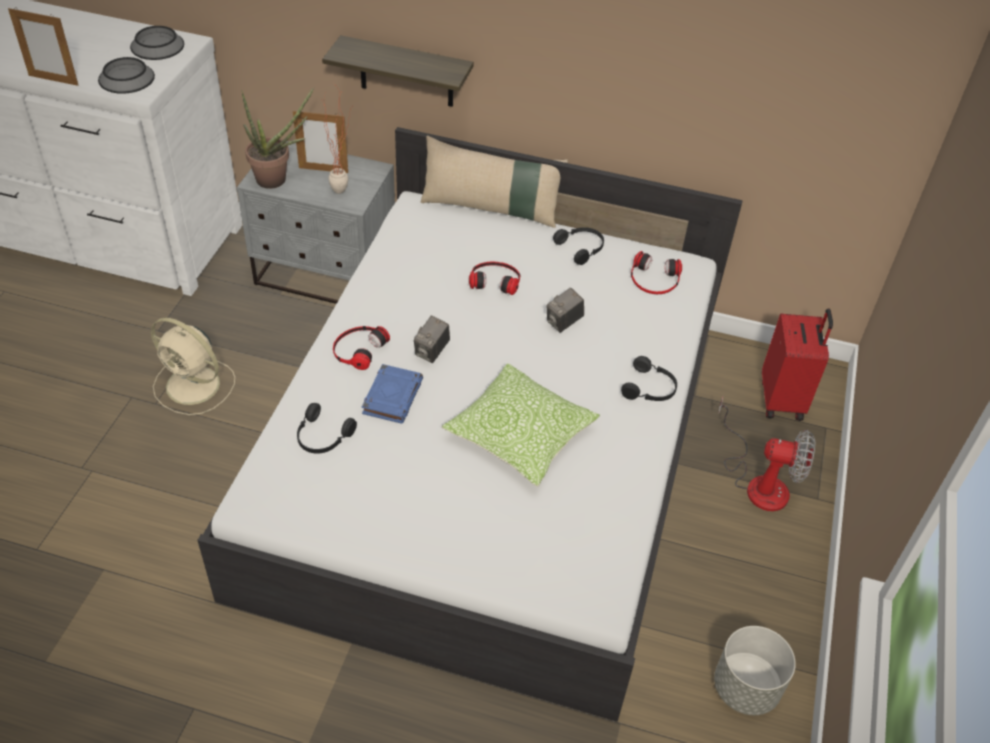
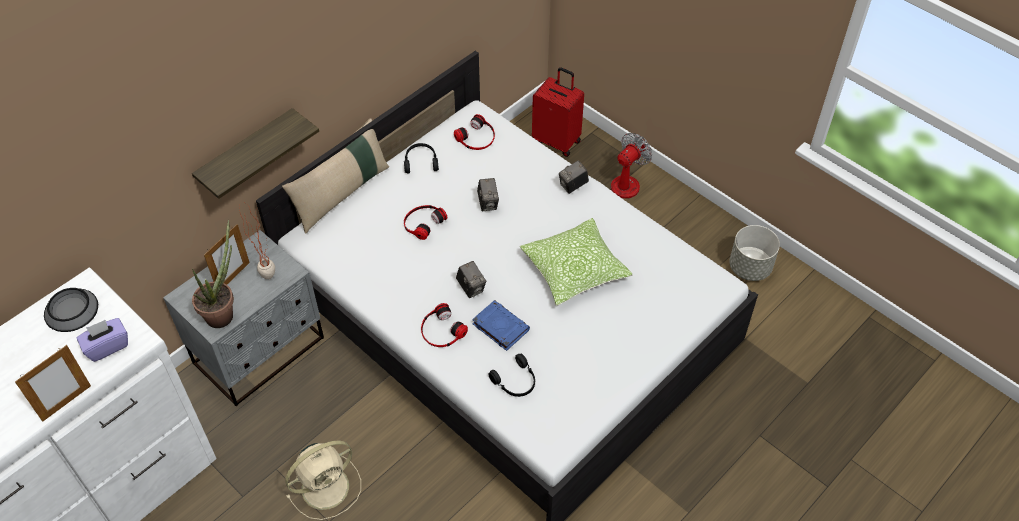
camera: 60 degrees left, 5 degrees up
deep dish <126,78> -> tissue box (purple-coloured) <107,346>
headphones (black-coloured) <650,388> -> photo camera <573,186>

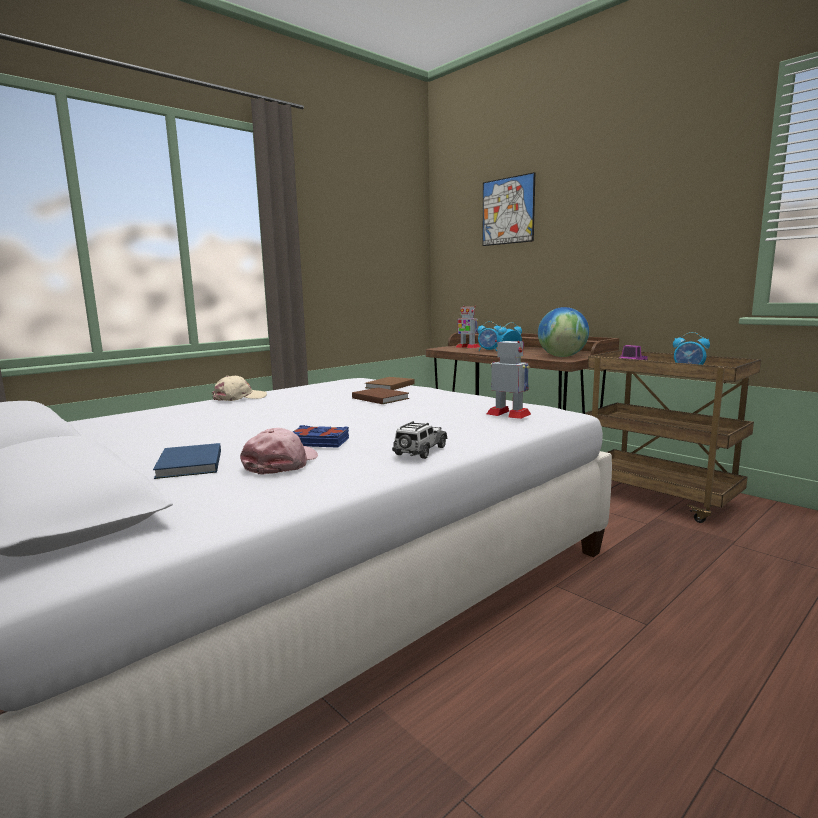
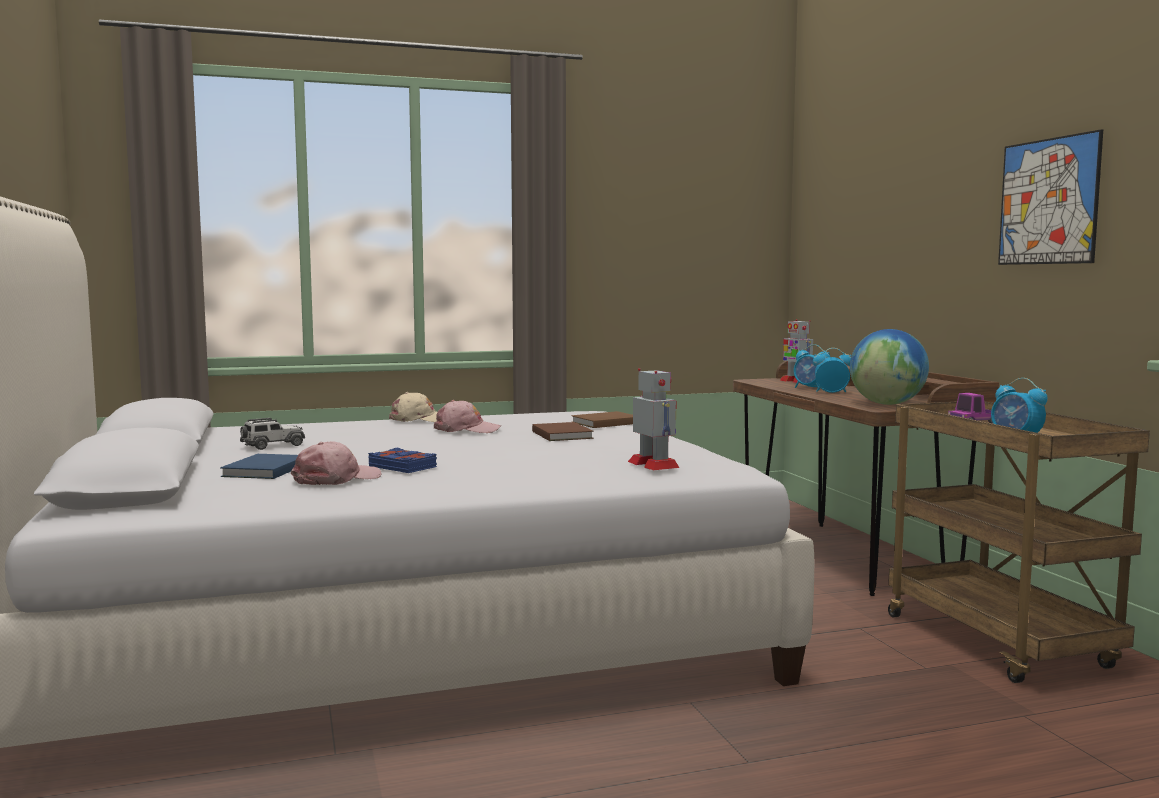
camera: 25 degrees right, 5 degrees down
wall picture <508,211> -> wall picture <1048,201>, move
model car <420,451> -> model car <273,446>, move
none -> baseball cap (pinkish) <466,430>

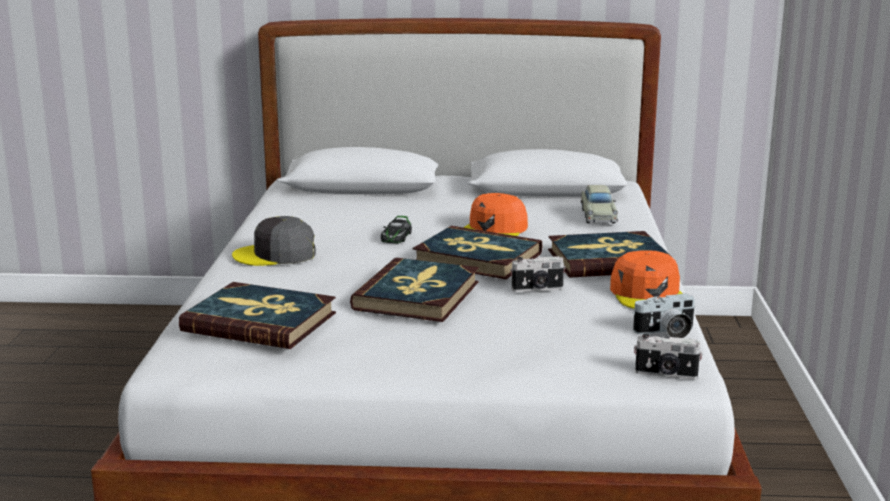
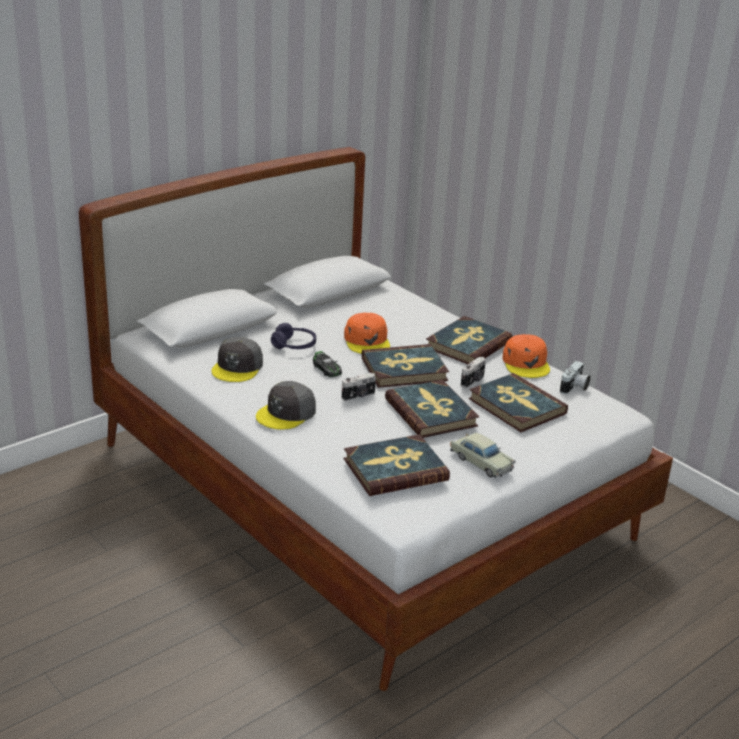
camera: 45 degrees left, 10 degrees up
model car (sand-coloured) <598,215> -> model car (sand-coloured) <481,462>, move
baseball cap (orange-coloured) <648,294> -> baseball cap (orange-coloured) <526,363>, 45 degrees clockwise
photo camera <666,374> -> photo camera <358,396>, move
none -> headphones (purple-coloured) <294,345>
none -> baseball cap (greyish) <238,367>
none -> bound book <516,406>

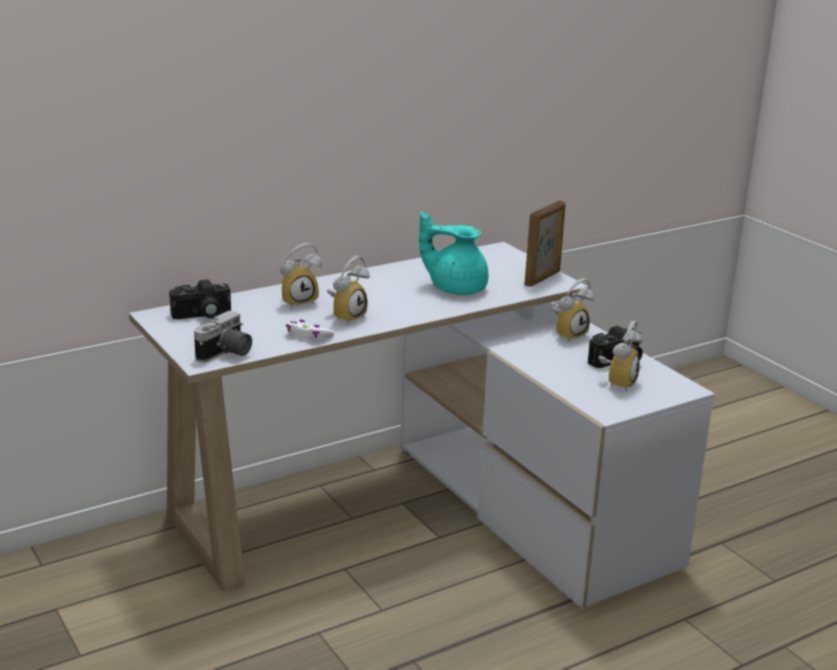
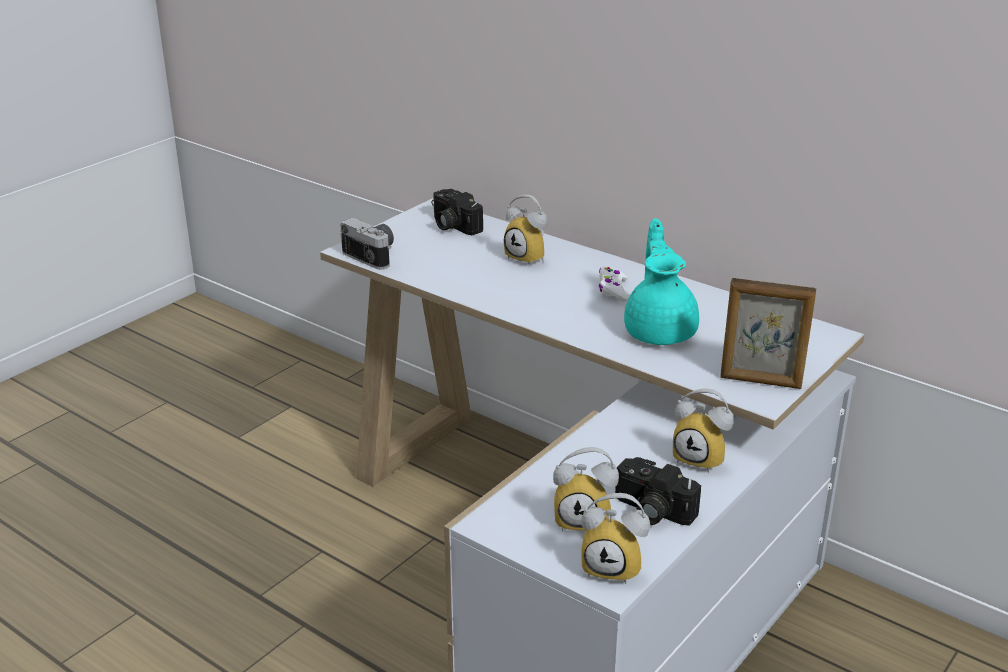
camera: 70 degrees right, 5 degrees up
alarm clock <346,316> -> alarm clock <614,567>, move
photo camera <226,354> -> photo camera <374,255>, 150 degrees counterclockwise
joypad (white-coloured) <308,336> -> joypad (white-coloured) <613,290>, move

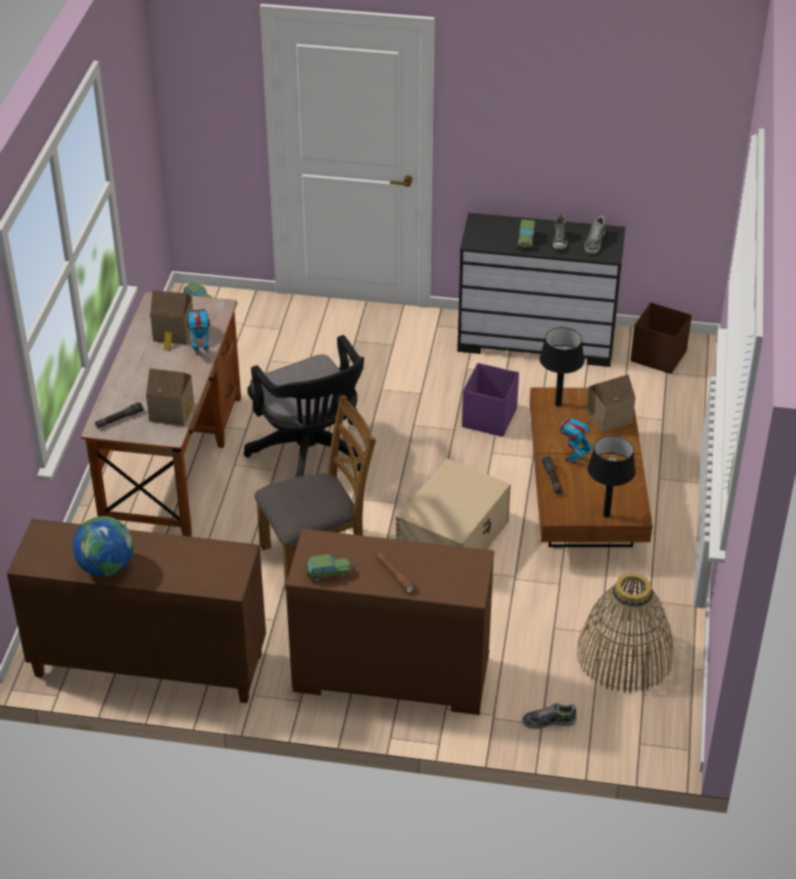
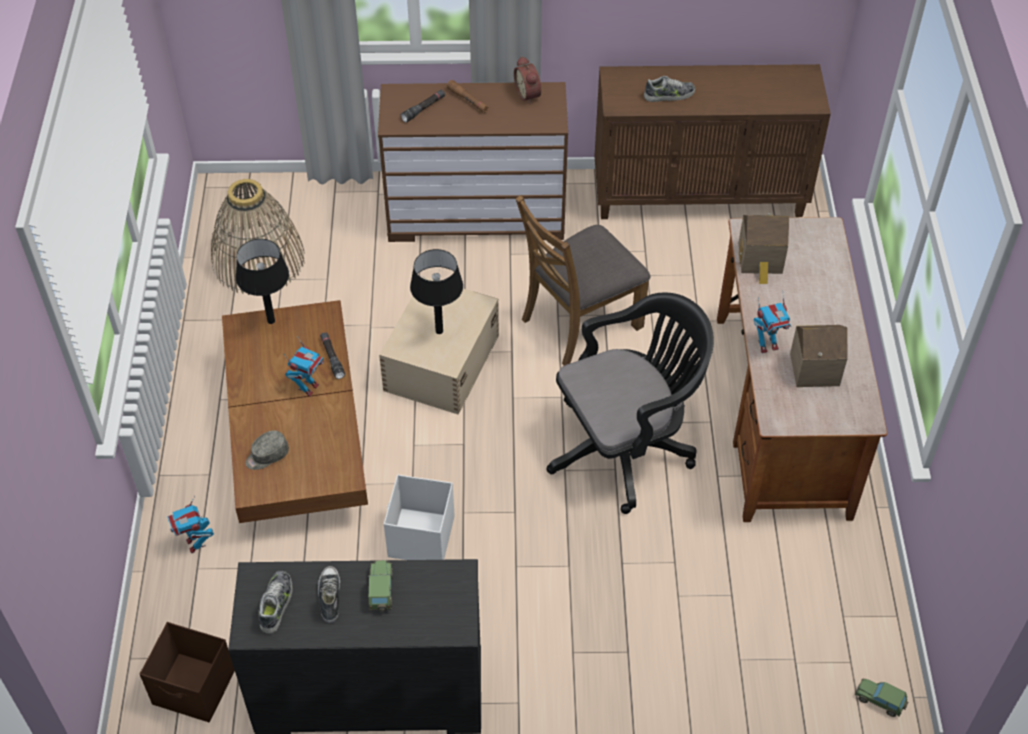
camera: 170 degrees right, 10 degrees up
tabletop lamp (black-coloured) <558,404> -> tabletop lamp (black-coloured) <439,331>, move
desk chair (black-coloured) <311,455> -> desk chair (black-coloured) <626,448>, 105 degrees clockwise
storage container (purple-coloured) <490,418> -> storage container (white-coloured) <420,538>
model house <607,416> -> baseball cap (greyish) <267,456>
flashlight (black-coloured) <119,419> -> flashlight (black-coloured) <423,109>, move
desk globe <106,567> -> none
model car <328,574> -> alarm clock <529,94>
low shoe <549,721> -> low shoe <669,95>, move
none -> toy robot <195,544>

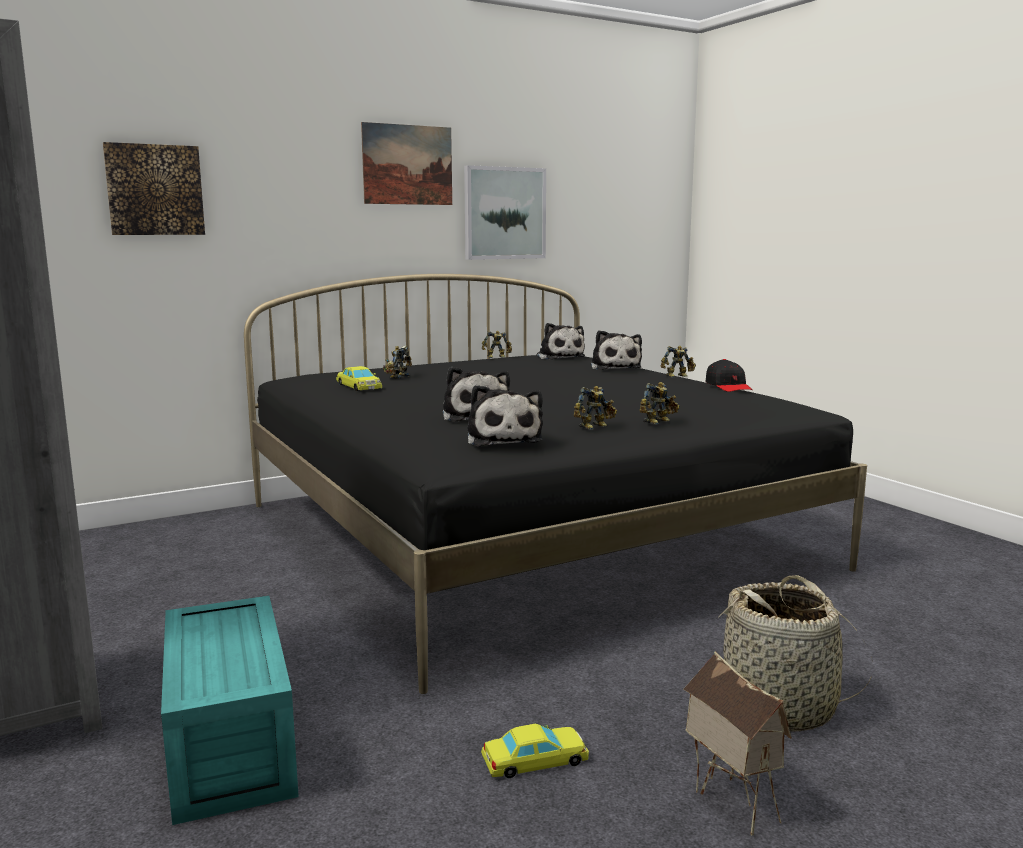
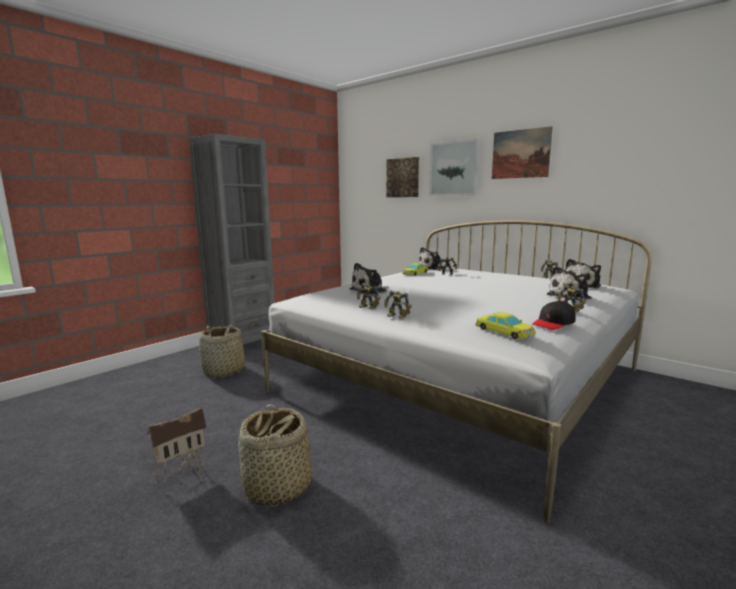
camera: 70 degrees right, 0 degrees up
wall picture <504,213> -> wall picture <453,169>, move
bedroom bed (black-coloured) <524,534> -> bedroom bed (white-coloured) <460,380>
soft toy <503,439> -> soft toy <432,268>, move
storage container (blue-green) <234,745> -> storage basket <224,371>
model car (yellow-coloured) <535,759> -> model car (yellow-coloured) <504,331>, move

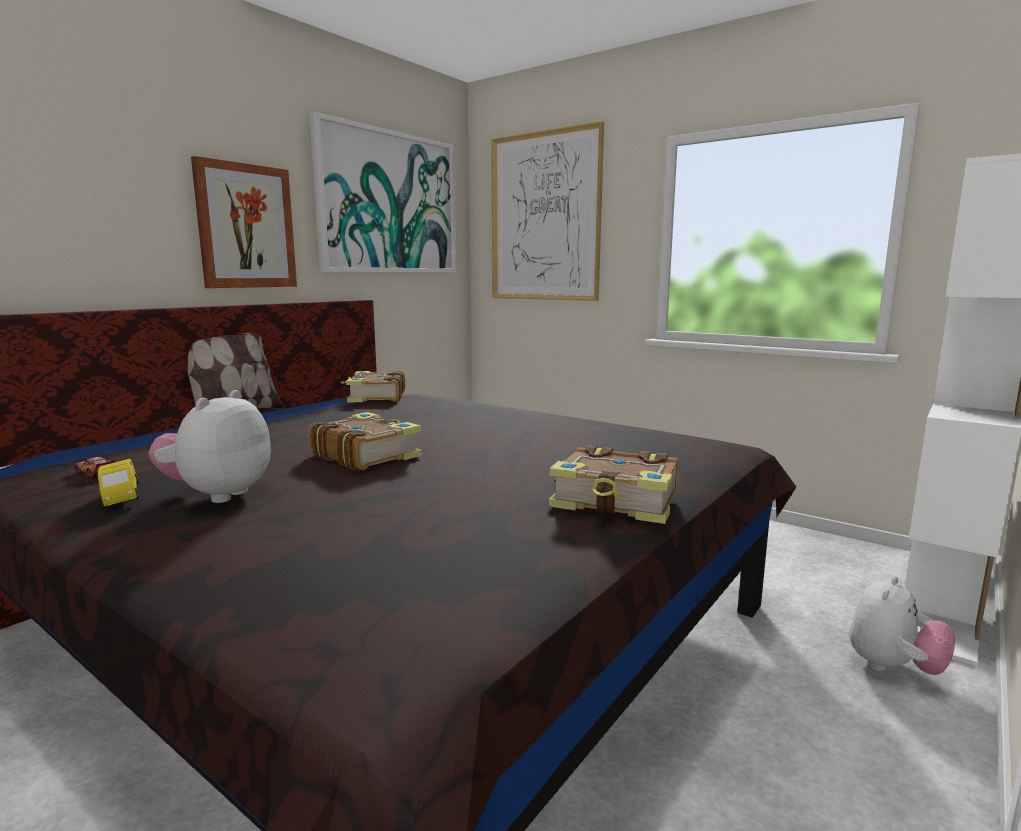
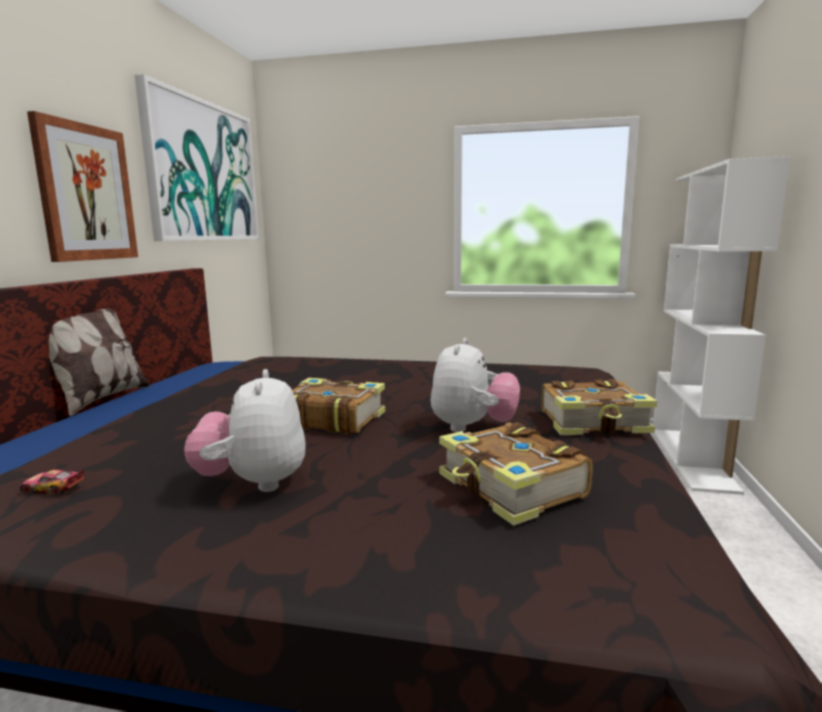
camera: 25 degrees left, 0 degrees up
wall picture <544,217> -> none
bound book <375,397> -> bound book <511,488>, move
model car (yellow-coloured) <120,498> -> none
soft toy <893,668> -> soft toy <472,428>, move

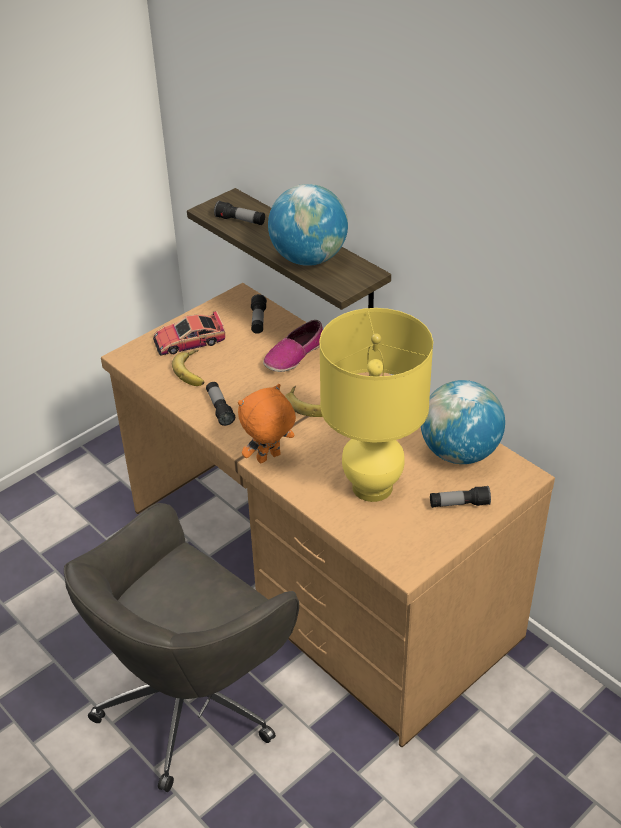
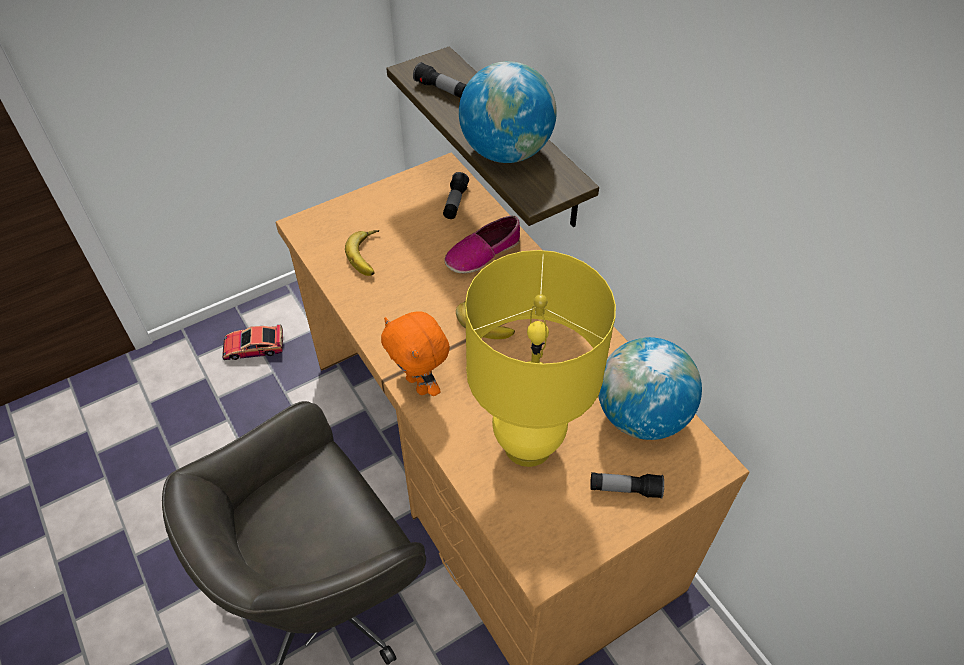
camera: 10 degrees right, 10 degrees up
model car <189,341> -> model car <253,347>, move
flashlight <220,409> -> none
soft toy (orange-coloured) <269,458> -> soft toy (orange-coloured) <420,384>, 105 degrees counterclockwise

